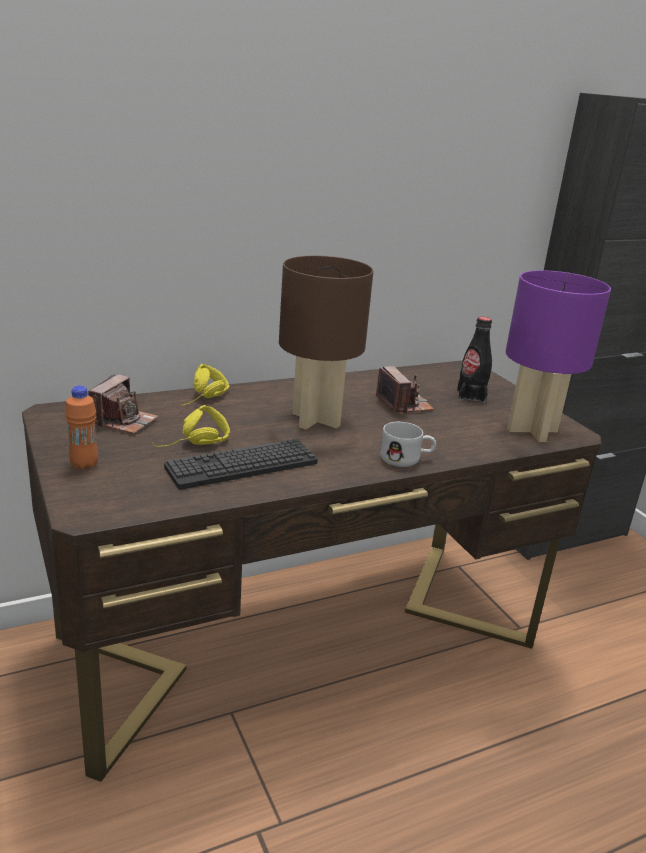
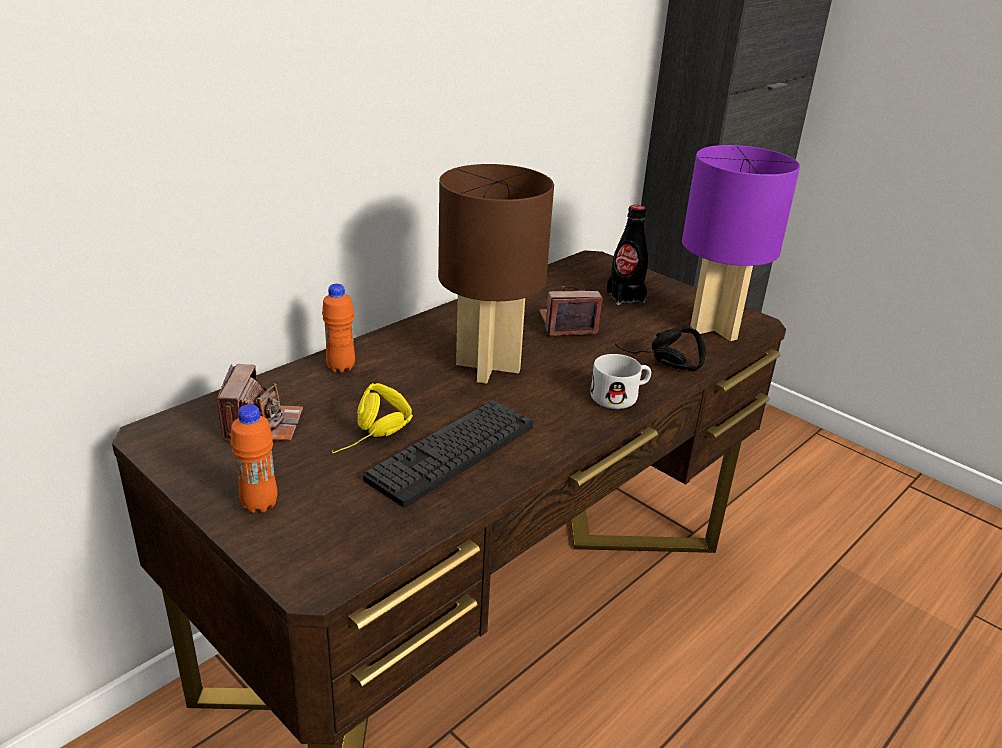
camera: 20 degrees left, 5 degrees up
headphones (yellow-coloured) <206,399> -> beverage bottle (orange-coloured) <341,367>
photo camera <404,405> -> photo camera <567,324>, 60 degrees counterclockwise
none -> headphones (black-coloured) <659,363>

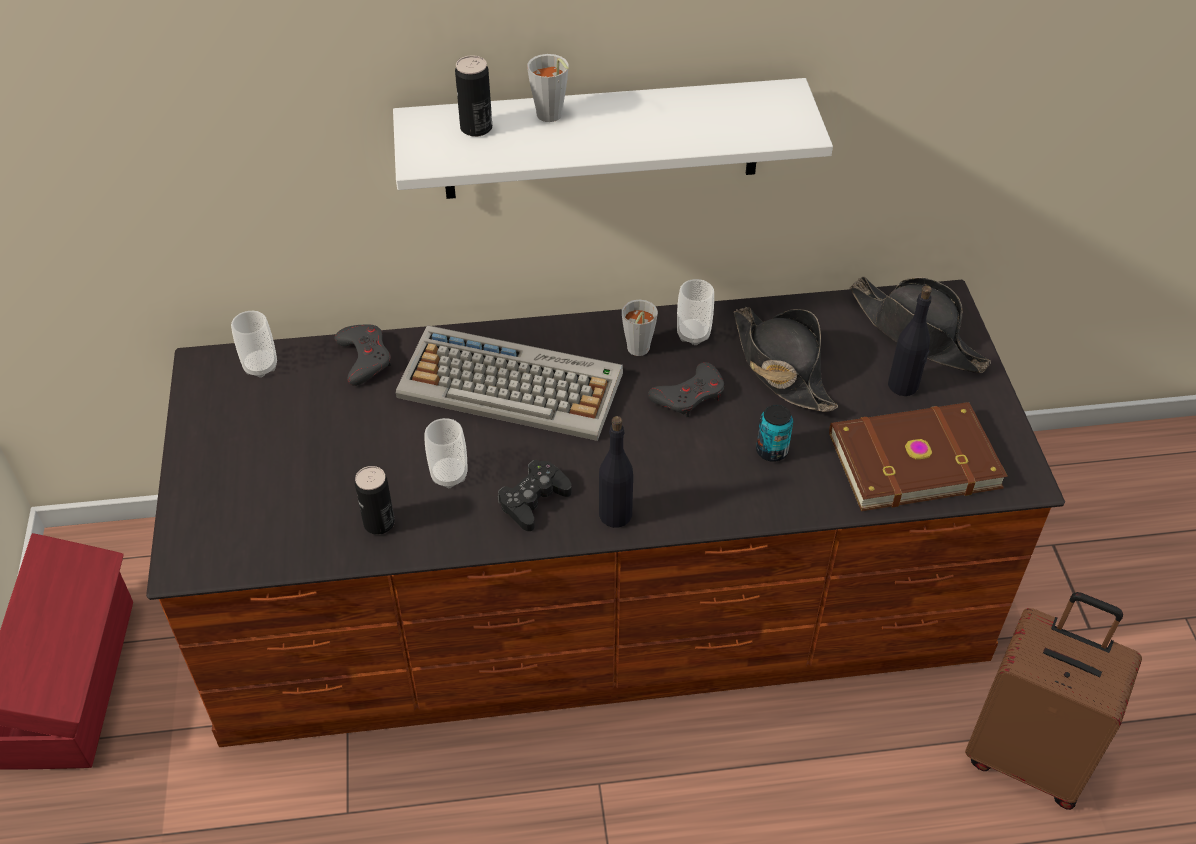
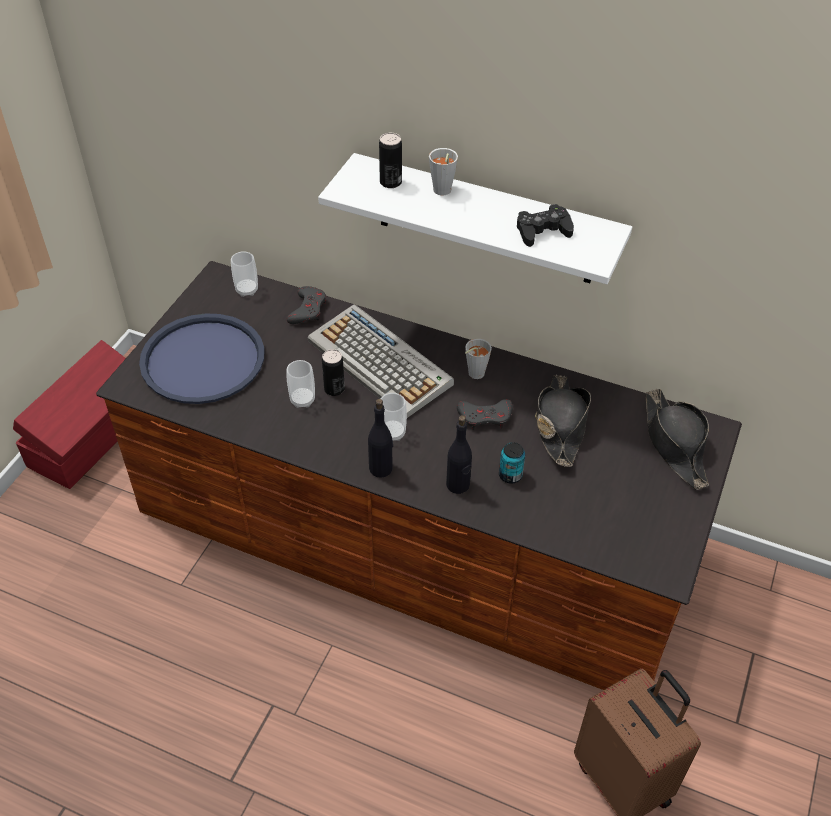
camera: 30 degrees right, 0 degrees up
small cup <693,334> -> small cup <392,433>, move
beverage bottle (black-coloured) <903,385> -> beverage bottle (black-coloured) <458,485>, move
bound book (brownish) <912,458> -> none
joypad (black-coloured) <533,500> -> joypad (black-coloured) <542,231>, move
metal can <379,523> -> metal can <334,389>, move
none -> carrying tray (bluish) <203,360>

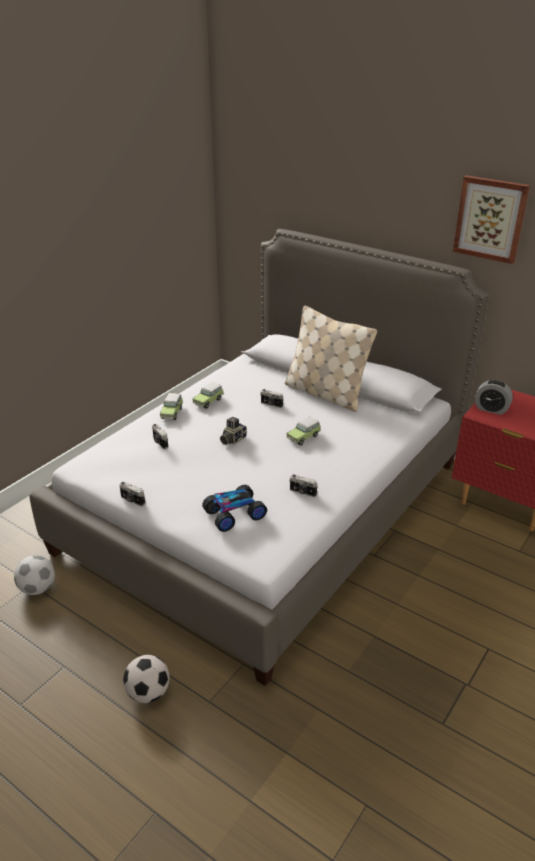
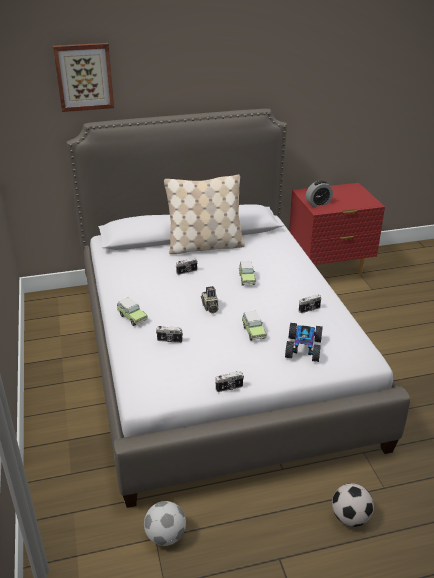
camera: 50 degrees left, 0 degrees up
wall picture <490,219> -> wall picture <84,77>, move
model car <209,401> -> model car <253,331>, move

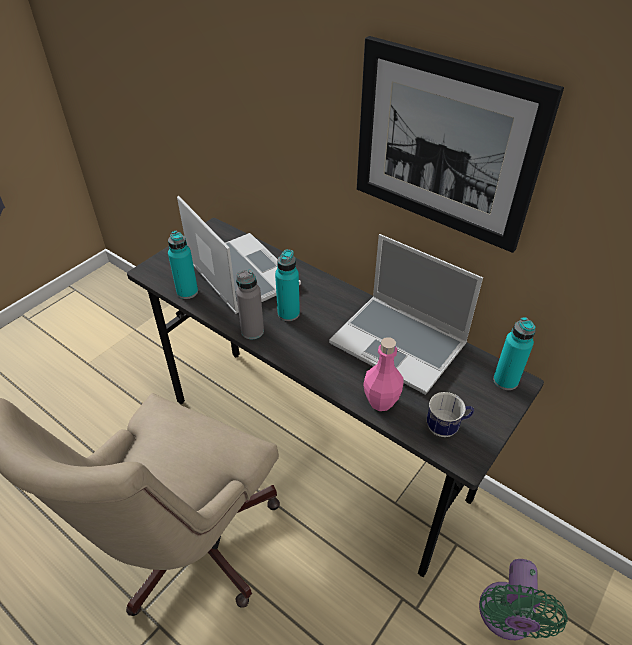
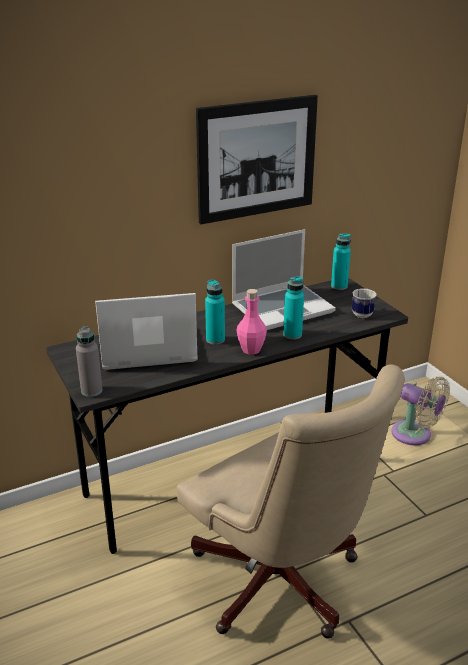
camera: 65 degrees left, 15 degrees down
beverage bottle (blue-green) <187,292> -> beverage bottle (blue-green) <292,335>, move
beverage bottle (greyish) <252,331> -> beverage bottle (greyish) <91,391>, move
beverage bottle (pinkish) <381,401> -> beverage bottle (pinkish) <251,349>, move
electric fan (green) <506,617> -> electric fan (sand-coloured) <415,435>

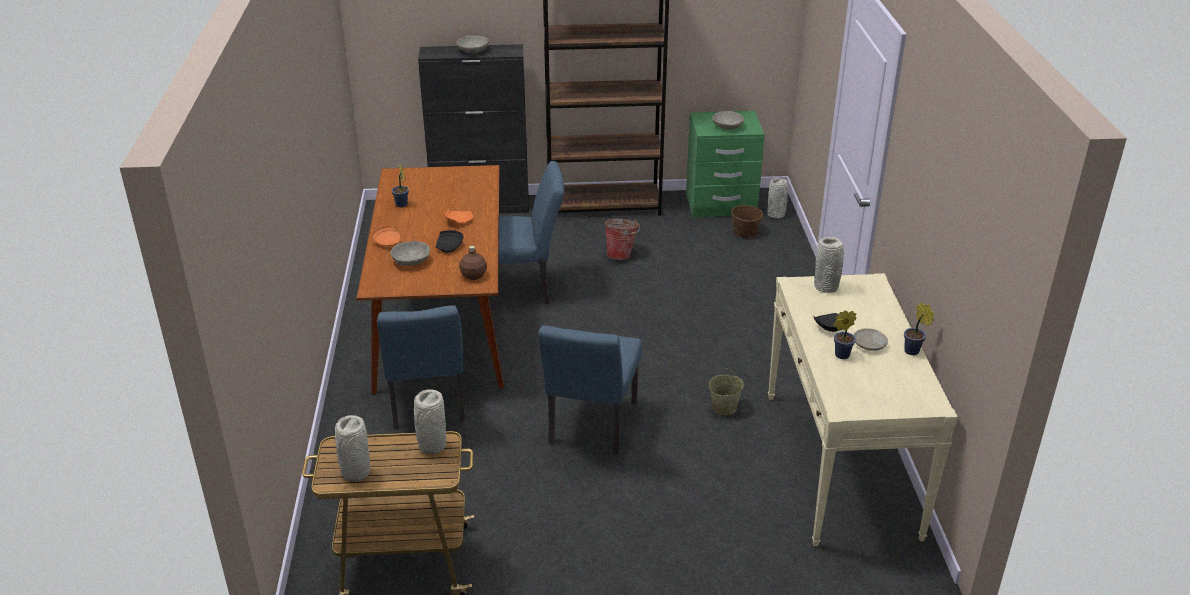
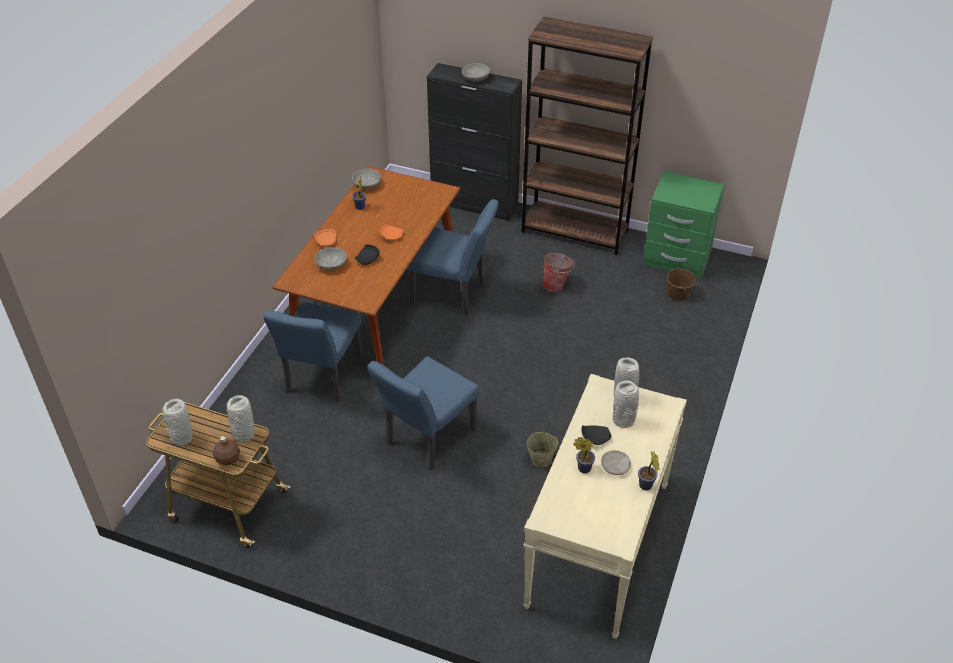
camera: 25 degrees right, 10 degrees up
deep dish (greyish) <727,127> -> deep dish (greyish) <367,184>, move
flower vase (greyish) <776,214> -> flower vase (greyish) <624,420>, move
beverage bottle (brownish) <473,276> -> beverage bottle (brownish) <227,459>, move

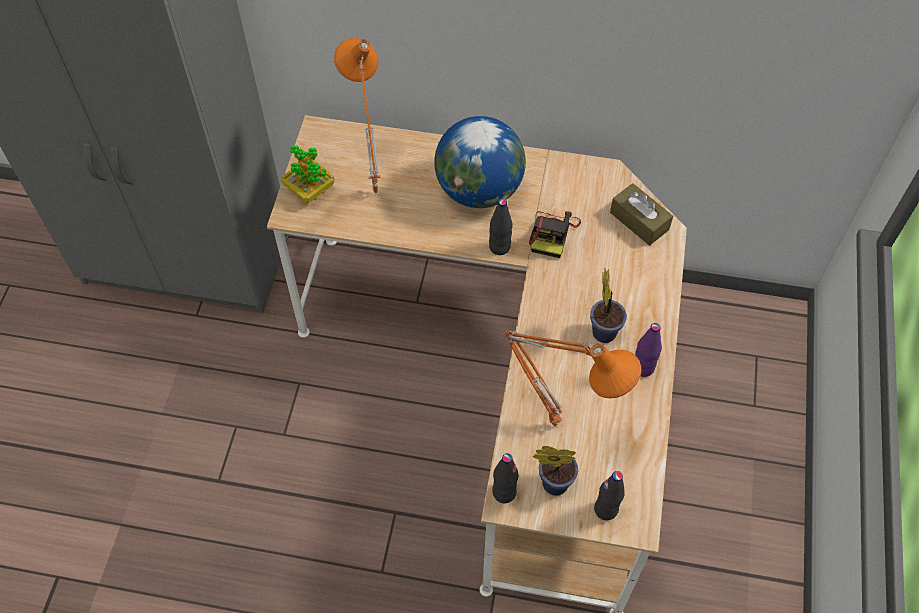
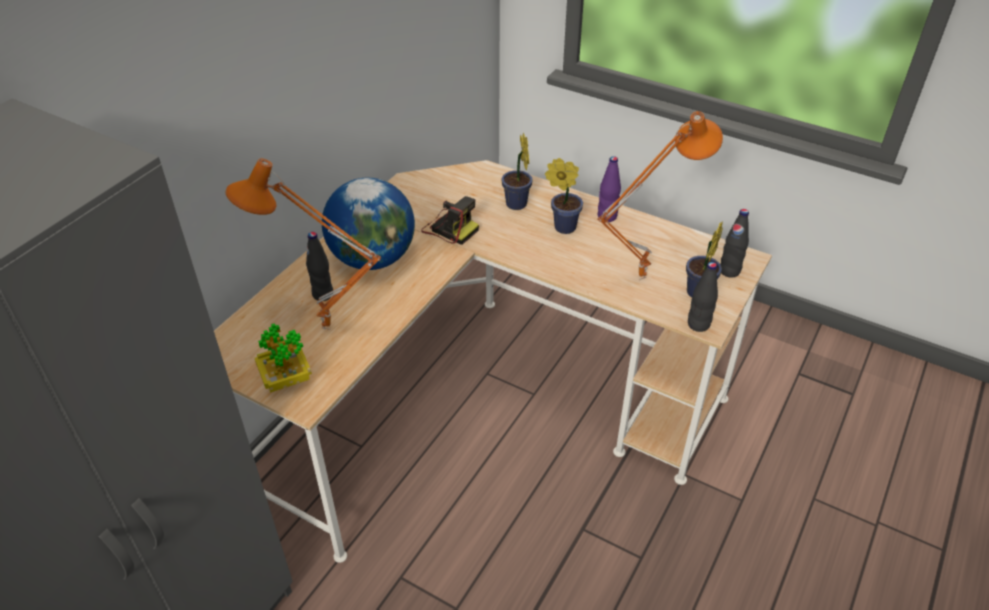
camera: 70 degrees left, 15 degrees down
tissue box (brownish) <639,221> -> none
beverage bottle (black-coloured) <499,247> -> beverage bottle (black-coloured) <323,294>, move
none -> potted plant <517,206>

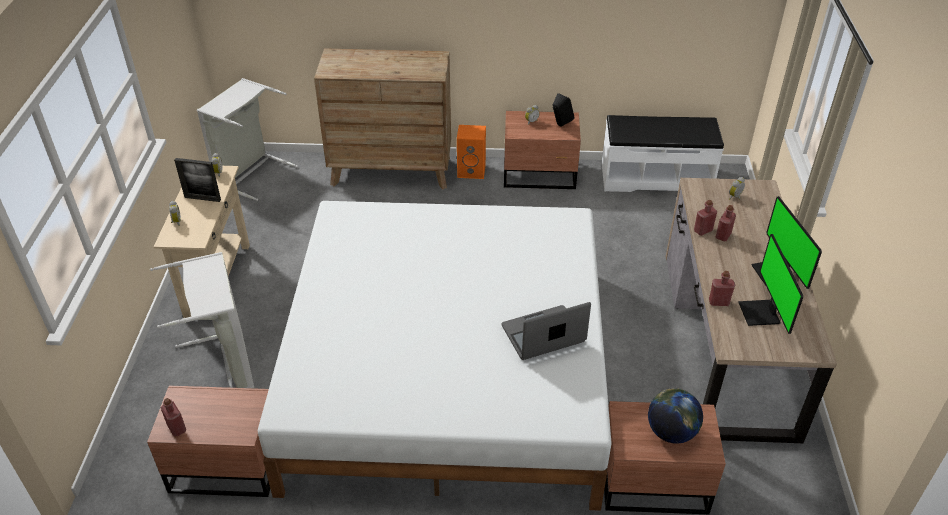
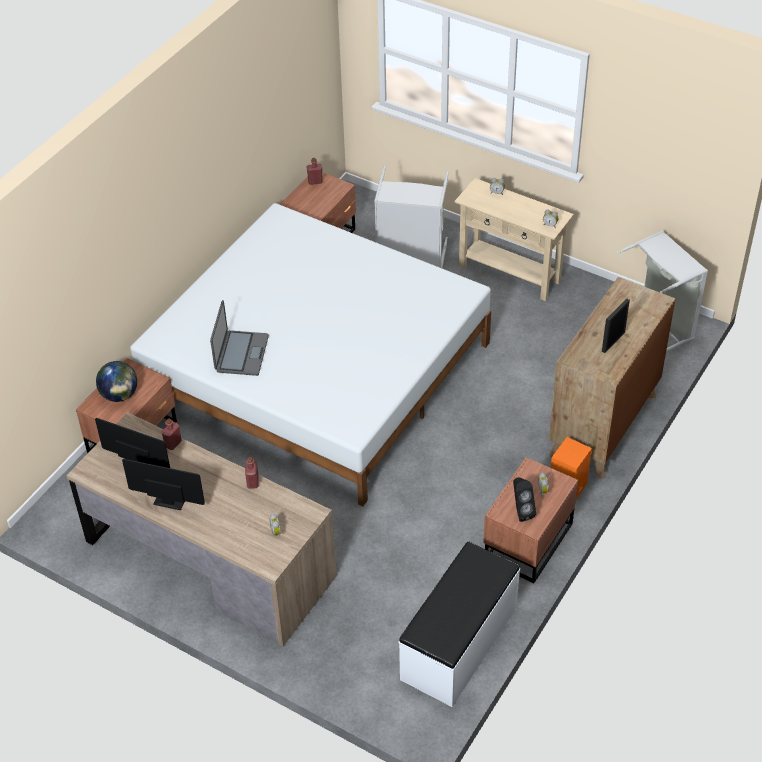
camera: 120 degrees right, 5 degrees up
photo frame <202,198> -> photo frame <613,342>, move
beverage bottle (reddish) <723,236> -> none

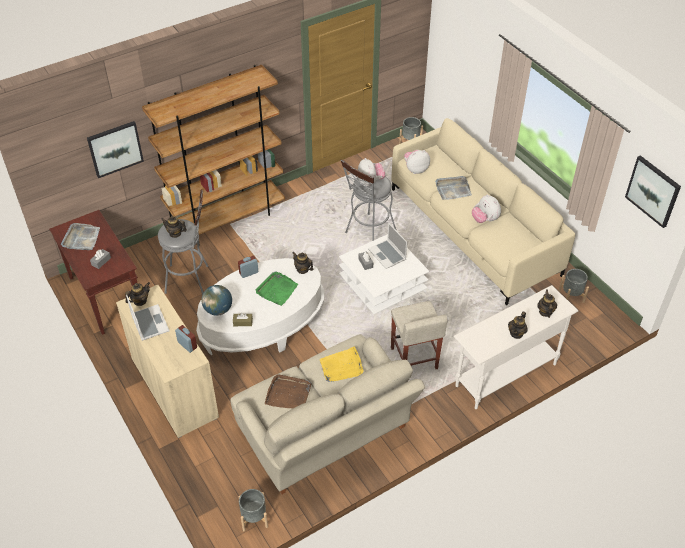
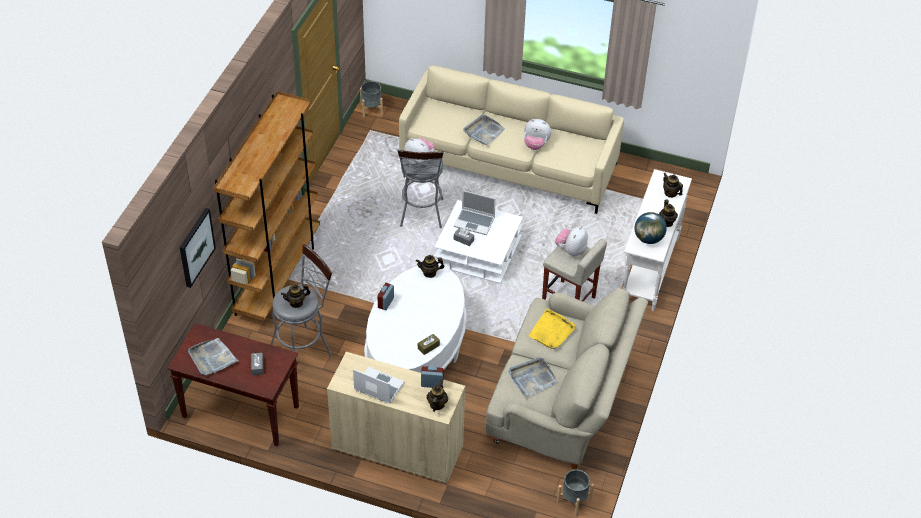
camera: 40 degrees left, 0 degrees up
soft toy <415,169> -> soft toy <571,250>, move
wall picture <653,191> -> none
plant pot (greyish) <571,296> -> none
carrying tray (green) <277,290> -> none
pot for tea <140,301> -> pot for tea <437,404>, move
desk globe <218,310> -> desk globe <648,238>, move
carrying tray (brownish) <288,394> -> carrying tray (greyish) <532,378>

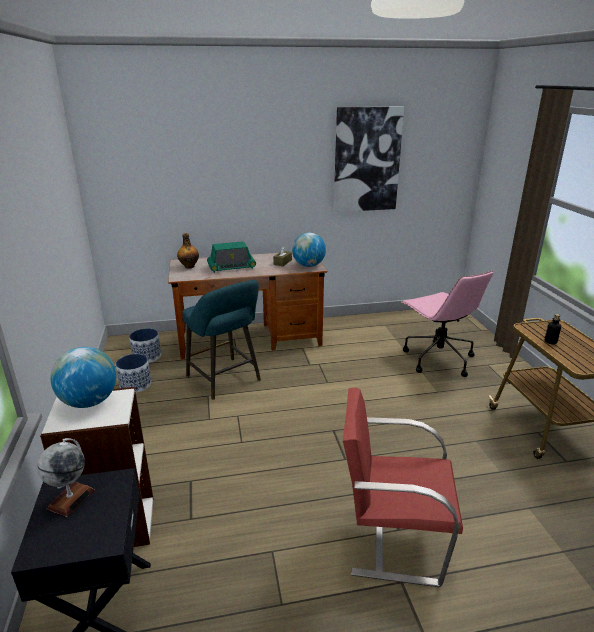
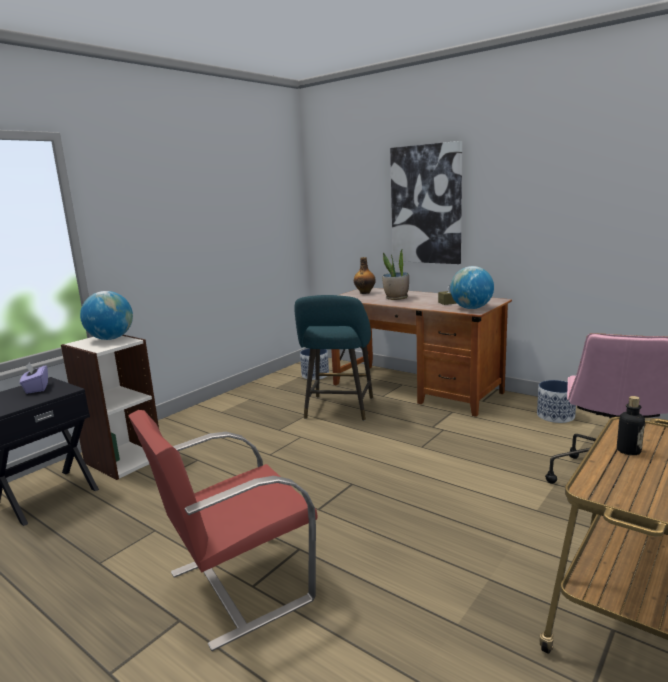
camera: 50 degrees right, 10 degrees down
wall picture <367,160> -> wall picture <426,205>, move
radio set <231,267> -> potted plant <396,298>
plant pot <135,385> -> plant pot <555,416>, move
plain chair (reddish) <392,537> -> plain chair (reddish) <237,586>, 90 degrees counterclockwise
desk globe <71,499> -> tissue box (purple-coloured) <36,388>

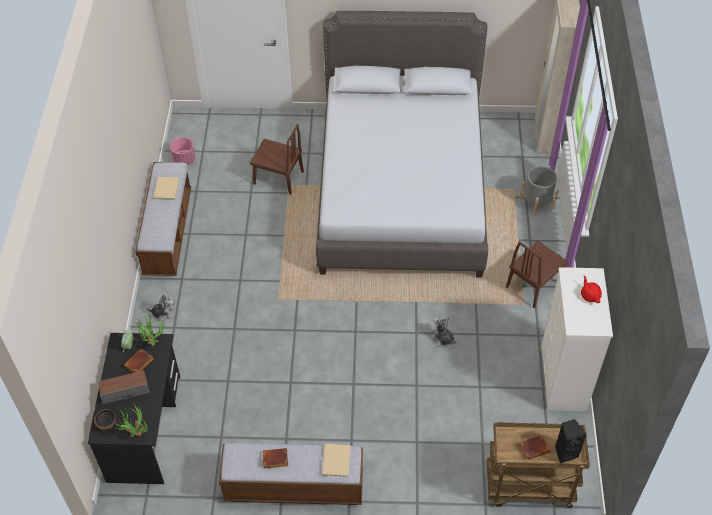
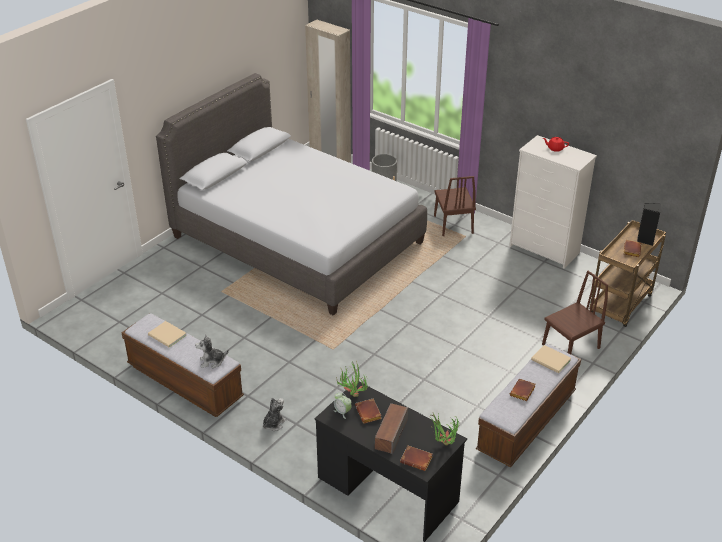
camera: 55 degrees left, 15 degrees down
plain chair (brownish) <278,177> -> plain chair (brownish) <570,346>, move
plant pot (pinkish) <184,160> -> none
soft toy <442,339> -> soft toy <212,361>, move
deep dish <107,424> -> bound book (brownish) <417,460>

